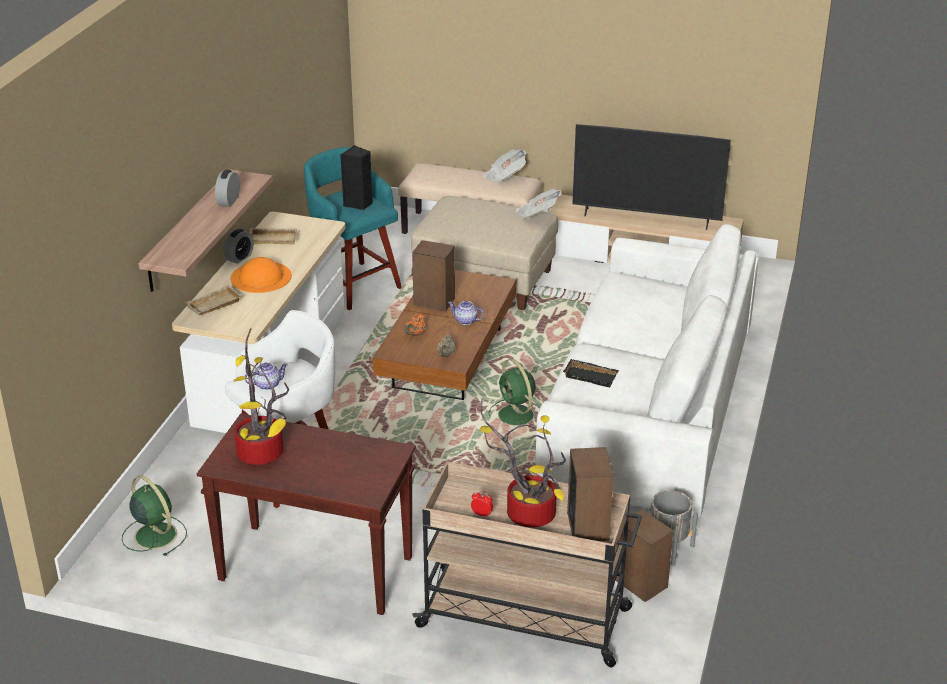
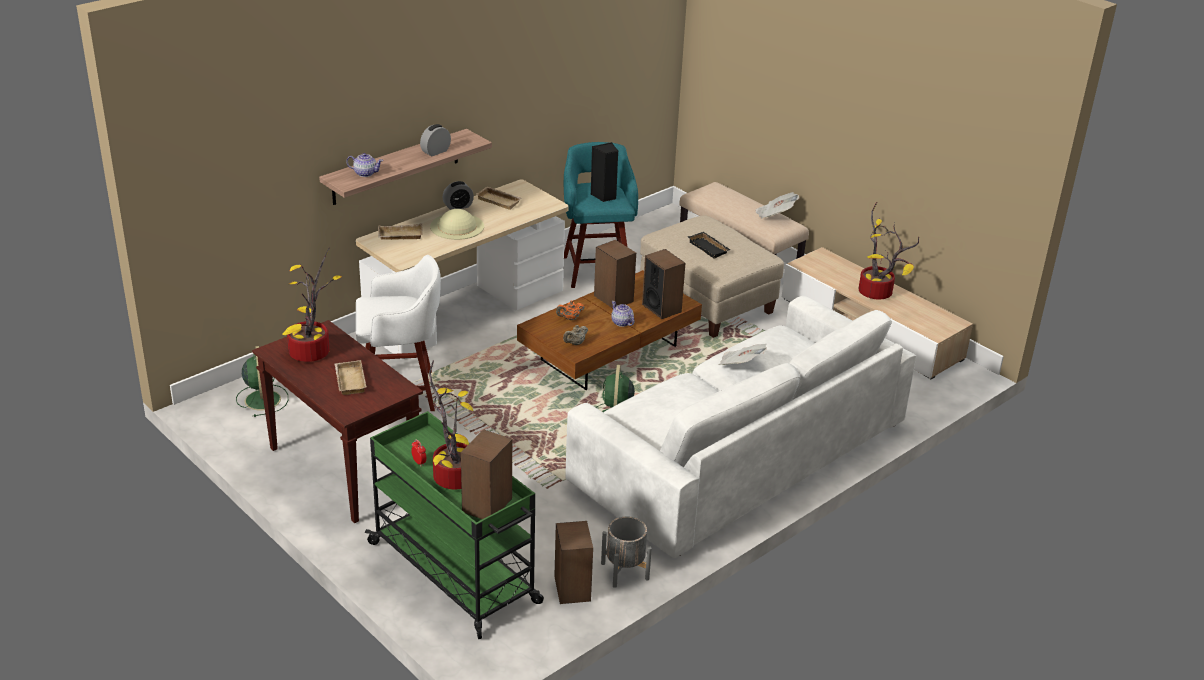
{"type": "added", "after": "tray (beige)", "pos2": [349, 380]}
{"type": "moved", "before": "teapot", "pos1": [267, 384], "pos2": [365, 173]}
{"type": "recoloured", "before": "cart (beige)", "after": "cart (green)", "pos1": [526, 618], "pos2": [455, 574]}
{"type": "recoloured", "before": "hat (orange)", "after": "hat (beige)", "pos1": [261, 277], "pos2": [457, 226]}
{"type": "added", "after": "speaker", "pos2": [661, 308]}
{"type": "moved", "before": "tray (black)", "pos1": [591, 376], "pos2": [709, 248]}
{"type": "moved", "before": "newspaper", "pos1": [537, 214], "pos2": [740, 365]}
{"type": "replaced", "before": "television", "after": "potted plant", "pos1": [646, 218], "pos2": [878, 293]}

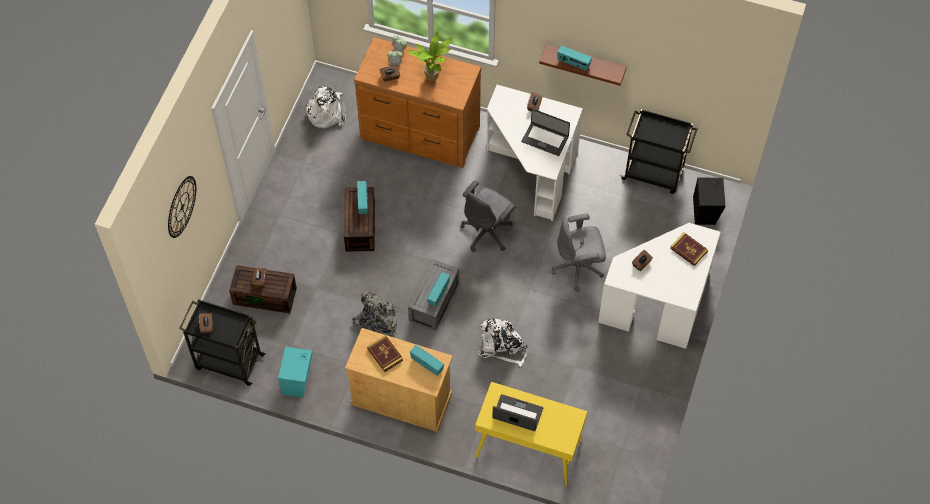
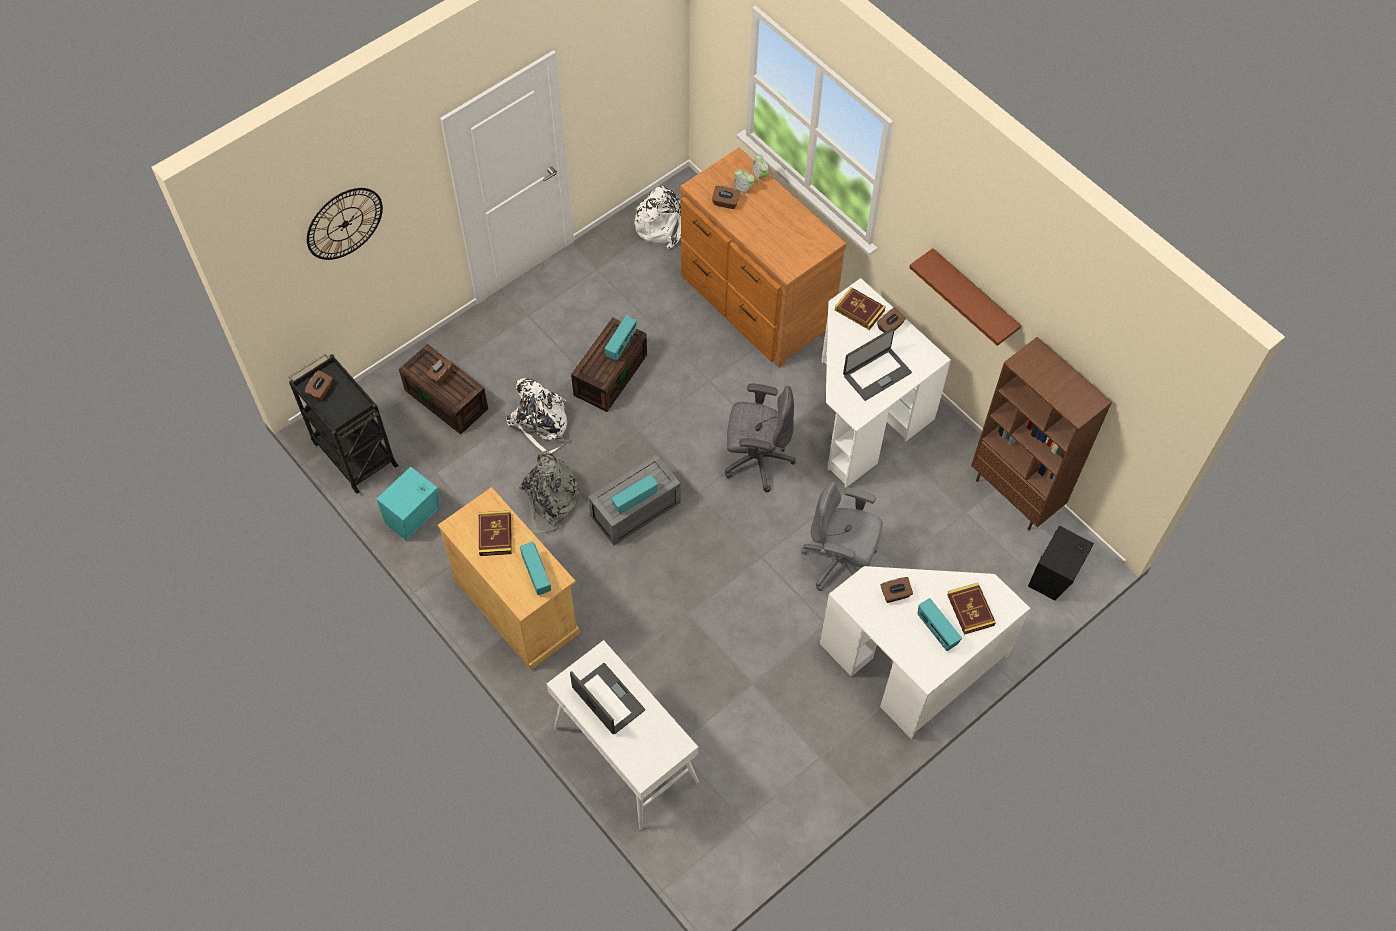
{"type": "moved", "before": "backpack (white)", "pos1": [502, 346], "pos2": [541, 424]}
{"type": "recoloured", "before": "console table (yellow)", "after": "console table (white)", "pos1": [528, 449], "pos2": [624, 754]}
{"type": "turned", "before": "office chair (grey)", "pos1": [487, 232], "pos2": [756, 459], "turn": -150}
{"type": "added", "after": "book", "pos2": [859, 310]}
{"type": "turned", "before": "laptop", "pos1": [545, 139], "pos2": [876, 373], "turn": -90}
{"type": "moved", "before": "radio", "pos1": [573, 63], "pos2": [936, 631]}
{"type": "replaced", "before": "cart (black)", "after": "bookcase (brown)", "pos1": [654, 173], "pos2": [1015, 495]}
{"type": "removed", "before": "potted plant", "pos1": [433, 79]}

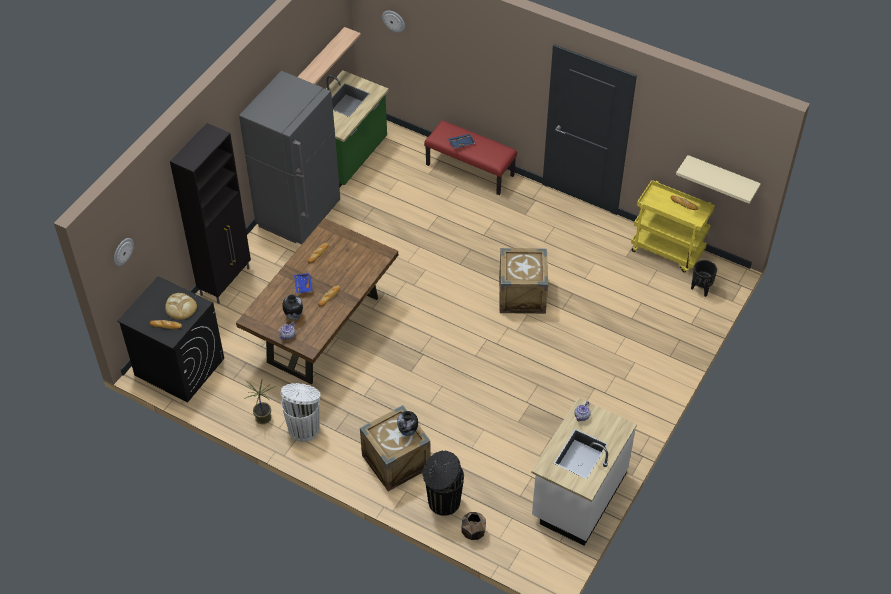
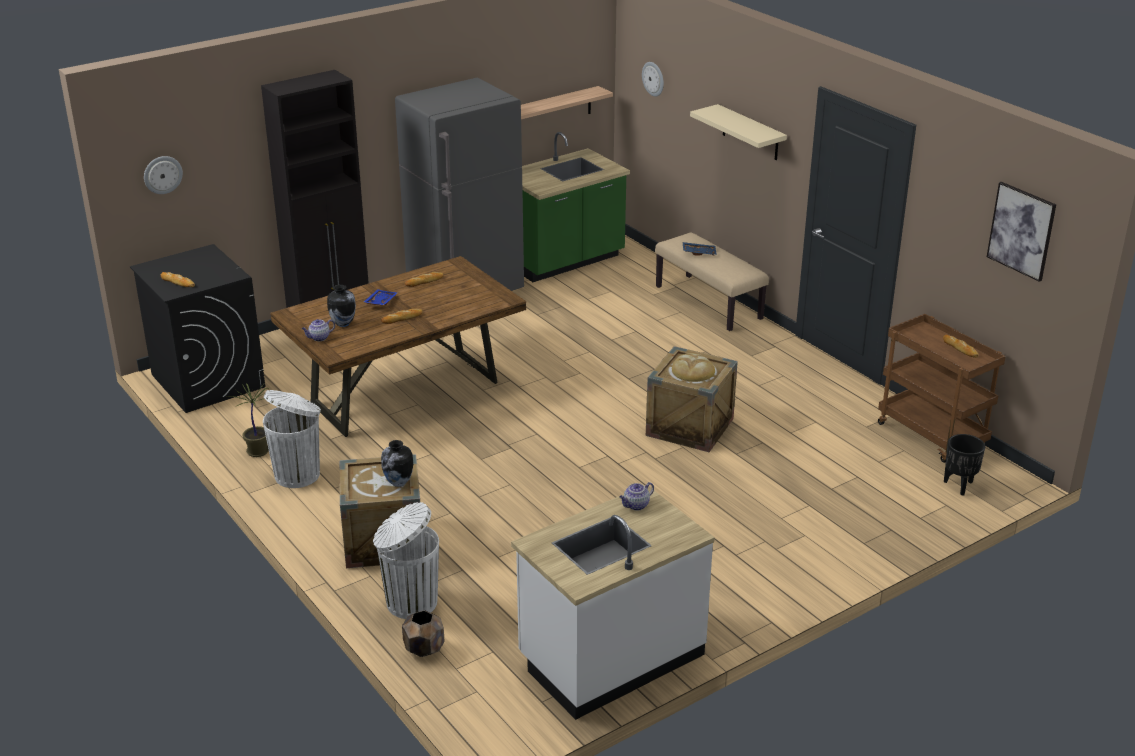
{"type": "recoloured", "before": "trash can (black)", "after": "trash can (white)", "pos1": [443, 502], "pos2": [410, 602]}
{"type": "recoloured", "before": "bench (red)", "after": "bench (beige)", "pos1": [470, 170], "pos2": [709, 302]}
{"type": "moved", "before": "bread", "pos1": [180, 307], "pos2": [693, 370]}
{"type": "moved", "before": "shelf (beige)", "pos1": [722, 176], "pos2": [750, 133]}
{"type": "recoloured", "before": "cart (yellow)", "after": "cart (brown)", "pos1": [668, 251], "pos2": [932, 436]}
{"type": "added", "after": "picture", "pos2": [1021, 231]}

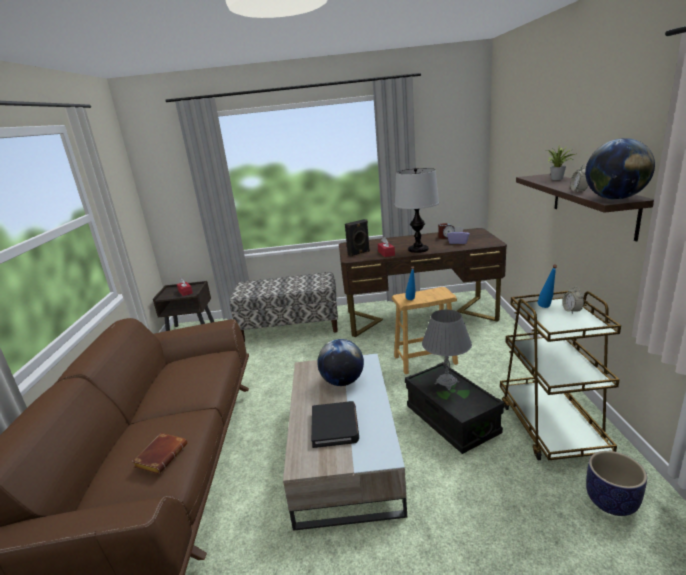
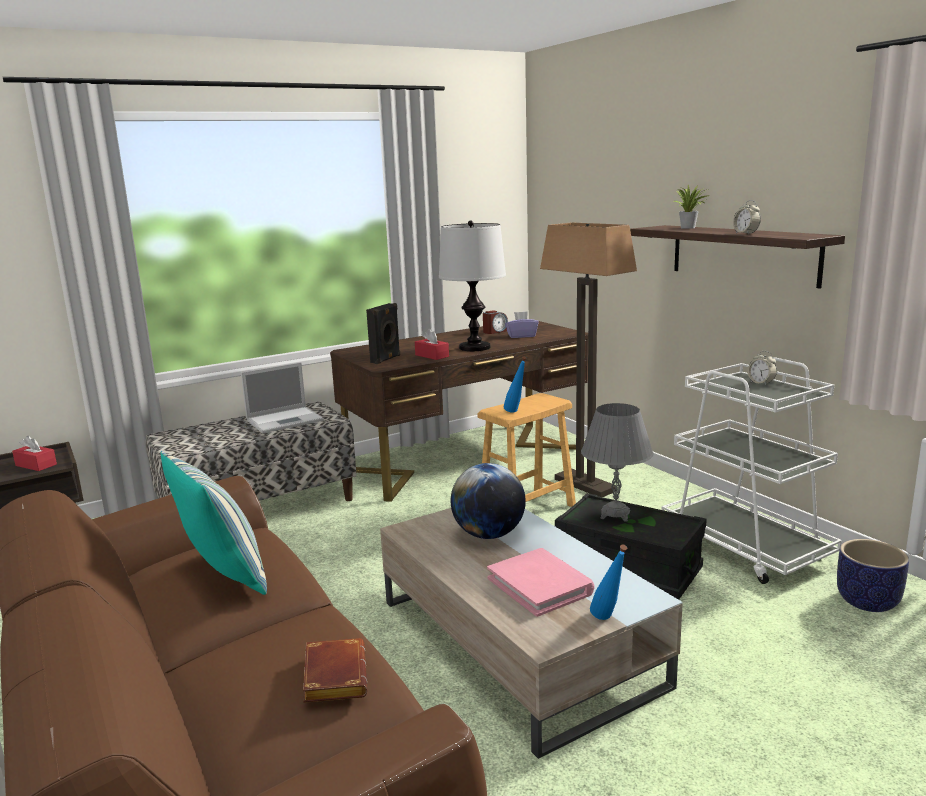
{"type": "added", "after": "pillow", "pos2": [224, 574]}
{"type": "added", "after": "laptop", "pos2": [286, 420]}
{"type": "recoloured", "before": "book (black)", "after": "book (pink)", "pos1": [335, 426], "pos2": [540, 585]}
{"type": "added", "after": "floor lamp", "pos2": [586, 485]}
{"type": "moved", "before": "bottle (blue)", "pos1": [546, 308], "pos2": [608, 620]}
{"type": "recoloured", "before": "cart (brown)", "after": "cart (white)", "pos1": [550, 426], "pos2": [745, 547]}
{"type": "removed", "before": "globe", "pos1": [615, 199]}

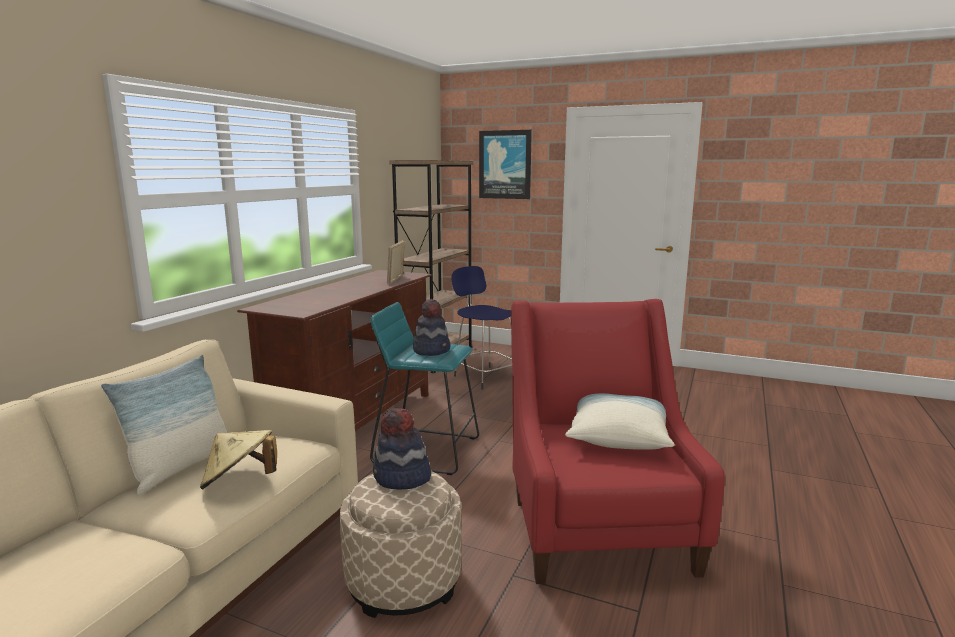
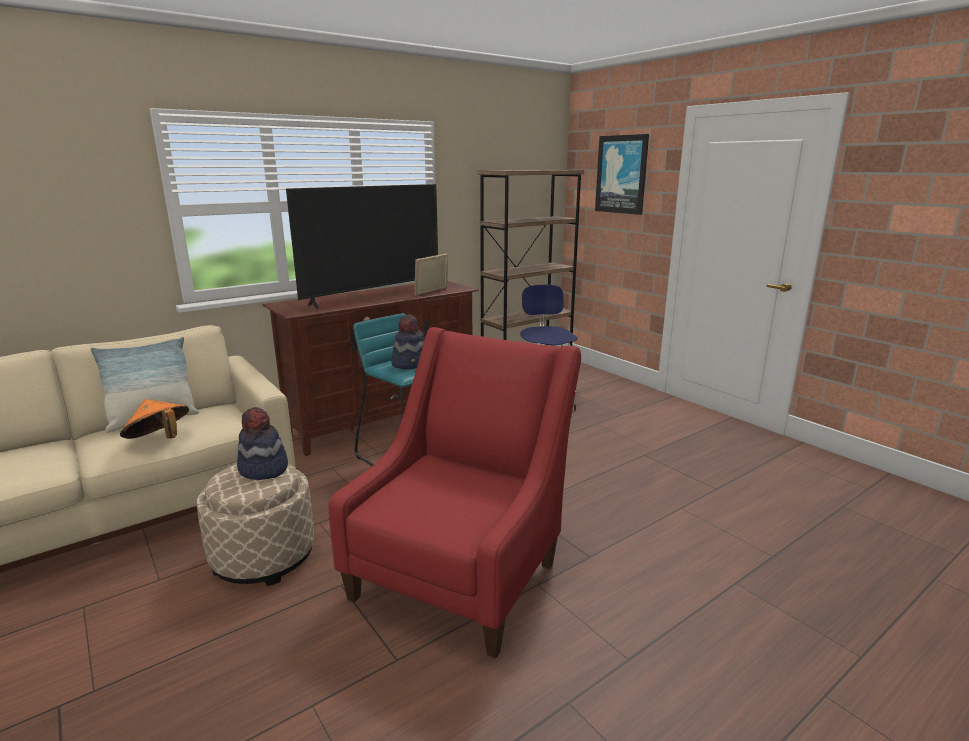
{"type": "recoloured", "before": "hat (beige)", "after": "hat (orange)", "pos1": [240, 482], "pos2": [159, 440]}
{"type": "added", "after": "television", "pos2": [374, 296]}
{"type": "removed", "before": "pillow", "pos1": [617, 436]}

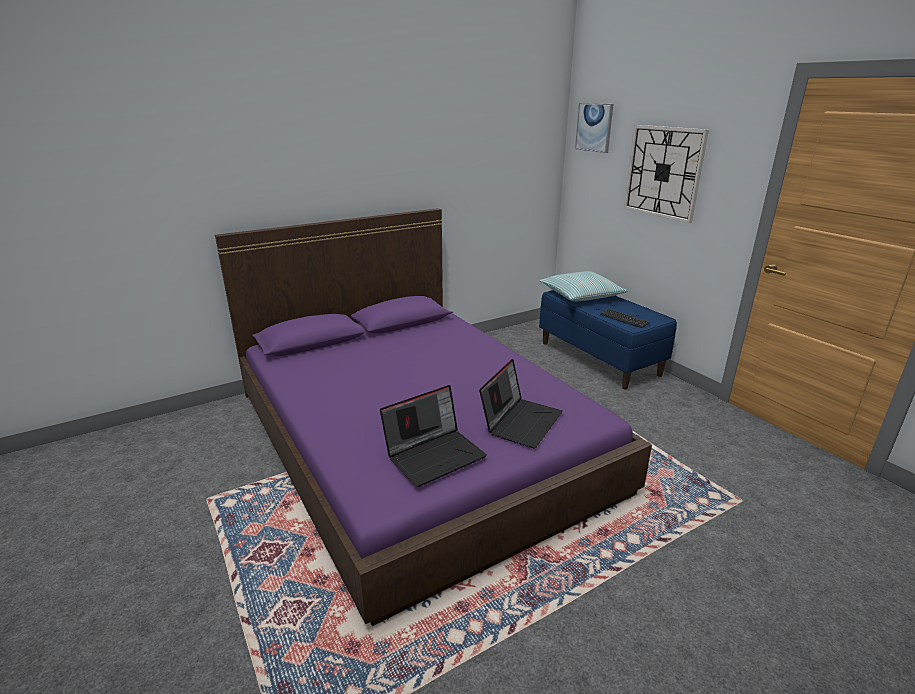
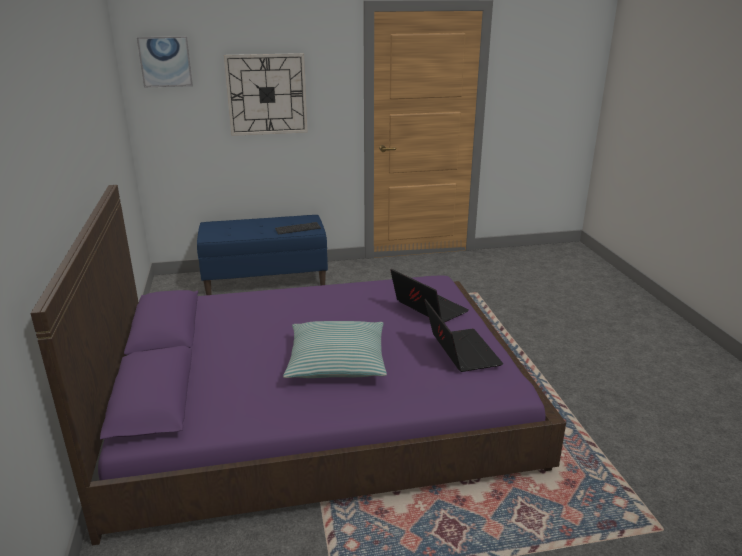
{"type": "moved", "before": "pillow", "pos1": [581, 295], "pos2": [337, 361]}

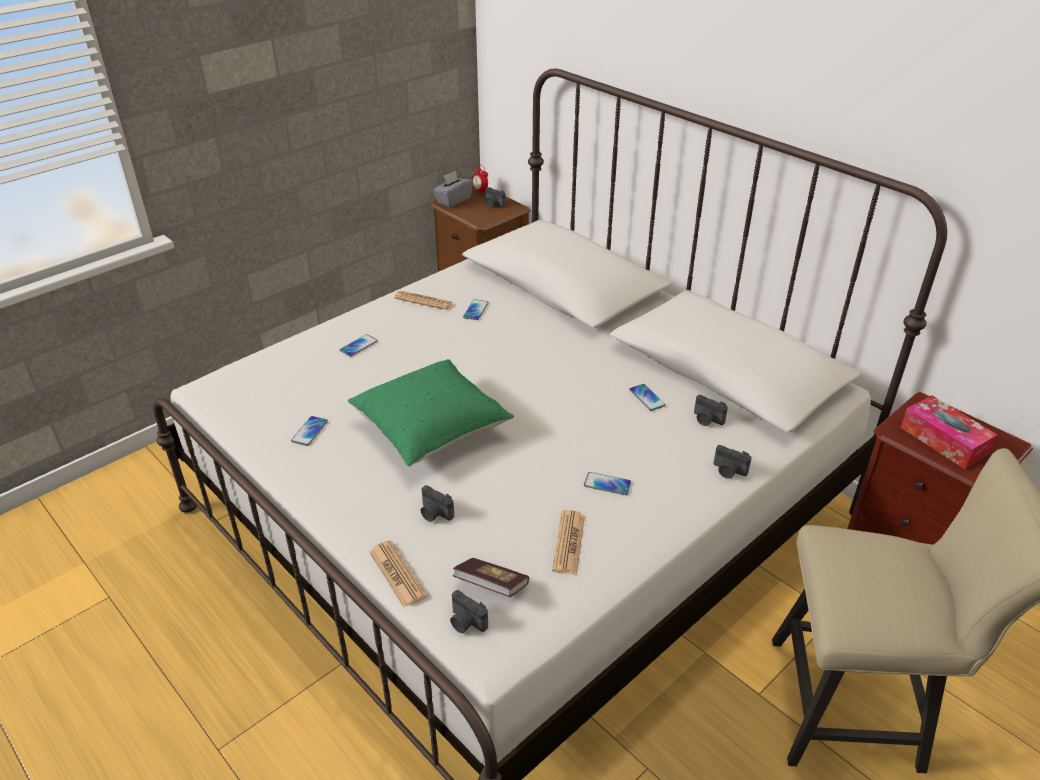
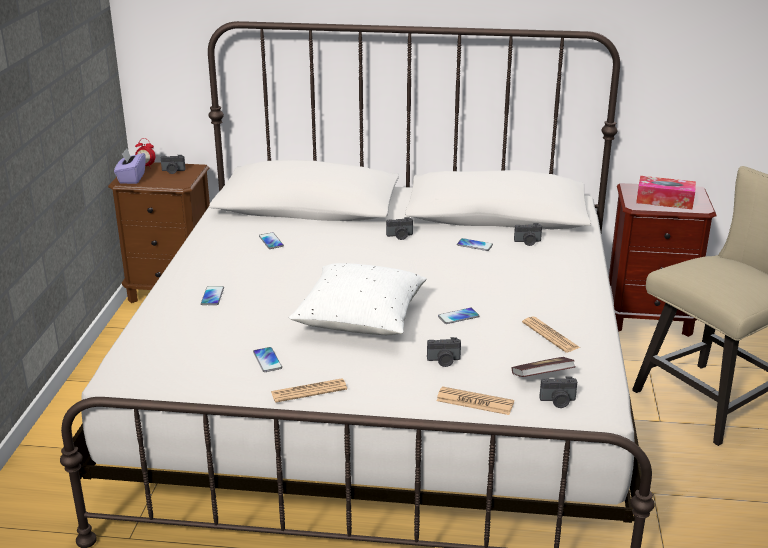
{"type": "recoloured", "before": "tissue box (grey)", "after": "tissue box (purple)", "pos1": [453, 200], "pos2": [131, 178]}
{"type": "moved", "before": "newspaper", "pos1": [423, 301], "pos2": [309, 391]}
{"type": "recoloured", "before": "pillow (green)", "after": "pillow (white)", "pos1": [431, 429], "pos2": [360, 319]}
{"type": "moved", "before": "photo camera", "pos1": [728, 471], "pos2": [400, 236]}
{"type": "moved", "before": "phone", "pos1": [607, 484], "pos2": [458, 316]}

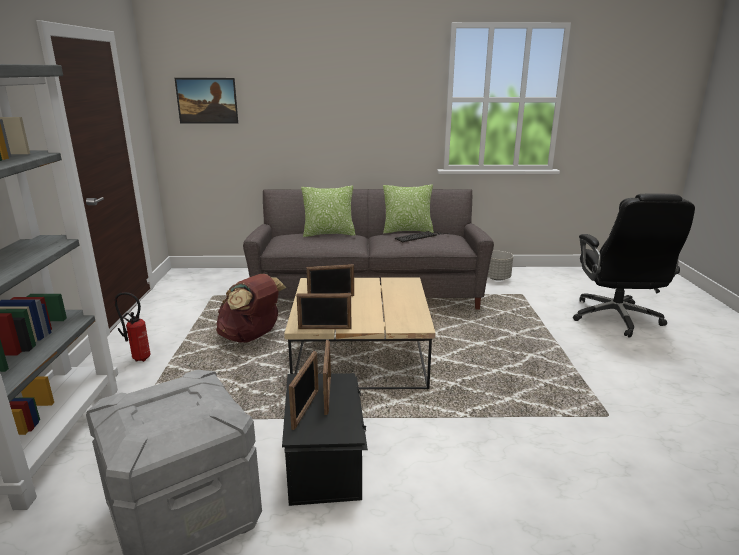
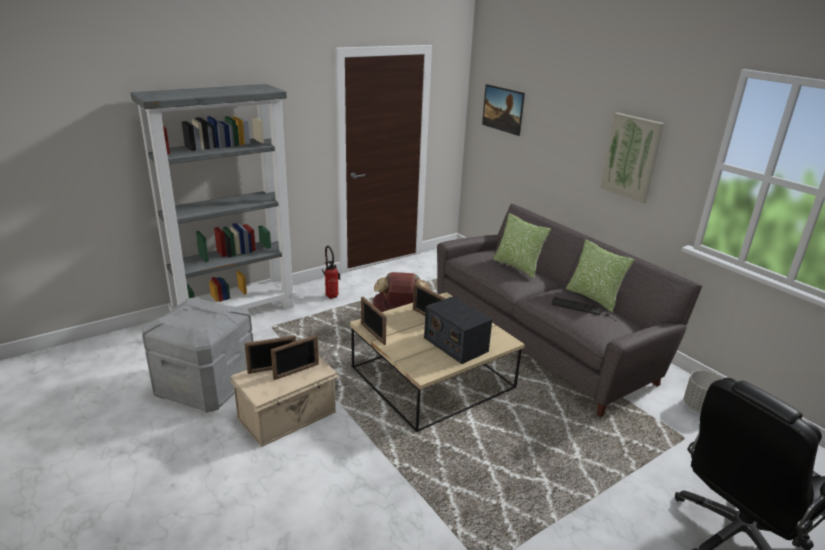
{"type": "recoloured", "before": "storage box (black)", "after": "storage box (beige)", "pos1": [326, 460], "pos2": [288, 416]}
{"type": "added", "after": "radio", "pos2": [455, 344]}
{"type": "added", "after": "picture", "pos2": [632, 157]}

